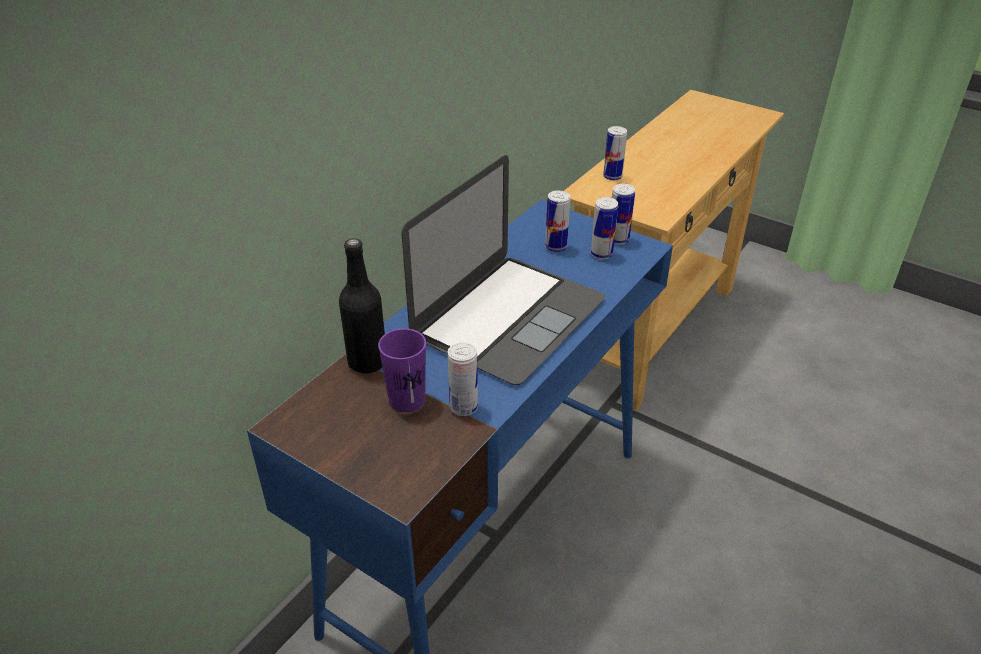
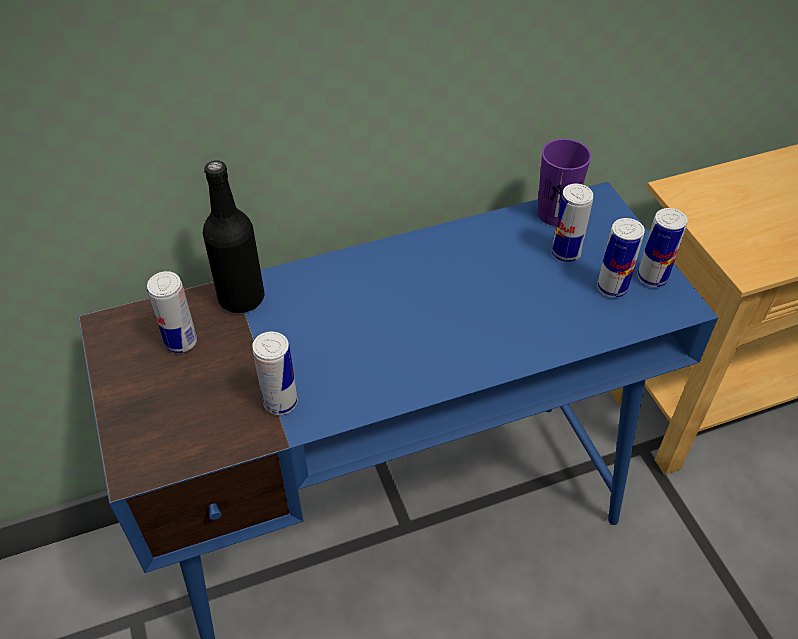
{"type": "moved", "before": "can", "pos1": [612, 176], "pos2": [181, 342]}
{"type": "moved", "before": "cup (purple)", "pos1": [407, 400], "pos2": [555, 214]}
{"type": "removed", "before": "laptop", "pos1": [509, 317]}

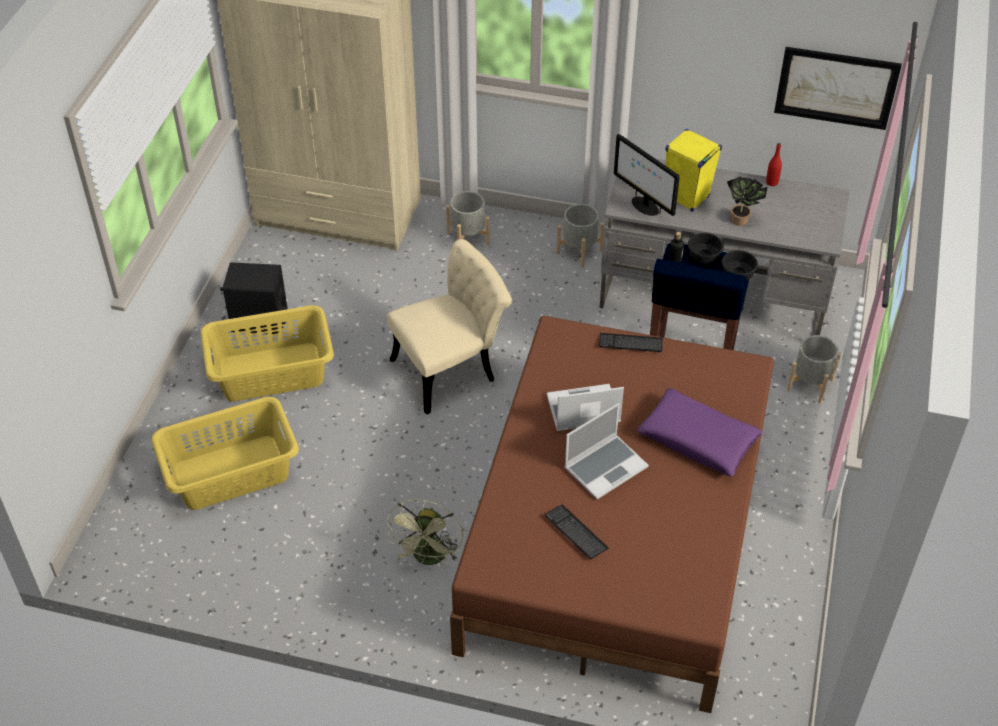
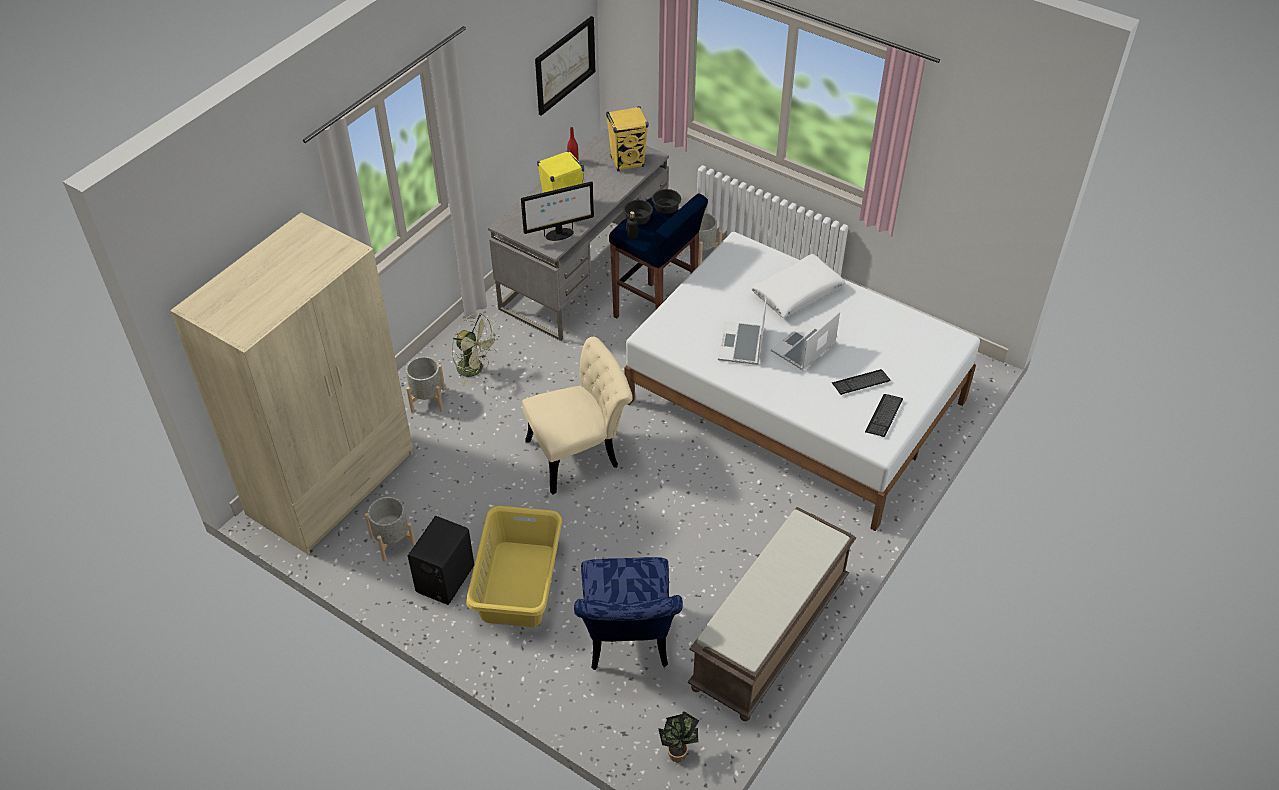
{"type": "moved", "before": "planter (grey)", "pos1": [579, 251], "pos2": [393, 542]}
{"type": "moved", "before": "fan (green)", "pos1": [429, 558], "pos2": [475, 369]}
{"type": "turned", "before": "chair (beige)", "pos1": [452, 369], "pos2": [580, 453], "turn": 75}
{"type": "replaced", "before": "laundry basket (yellow)", "after": "chair (blue)", "pos1": [230, 472], "pos2": [627, 642]}
{"type": "added", "after": "speaker (yellow)", "pos2": [627, 162]}
{"type": "recoloured", "before": "bed (brown)", "after": "bed (white)", "pos1": [615, 532], "pos2": [795, 402]}
{"type": "moved", "before": "potted plant", "pos1": [742, 220], "pos2": [678, 751]}
{"type": "added", "after": "bench (brown)", "pos2": [770, 635]}
{"type": "recoloured", "before": "pillow (purple)", "after": "pillow (white)", "pos1": [698, 439], "pos2": [796, 292]}
{"type": "turned", "before": "laptop", "pos1": [606, 467], "pos2": [803, 348], "turn": -120}
{"type": "moved", "before": "keyboard", "pos1": [630, 343], "pos2": [883, 416]}

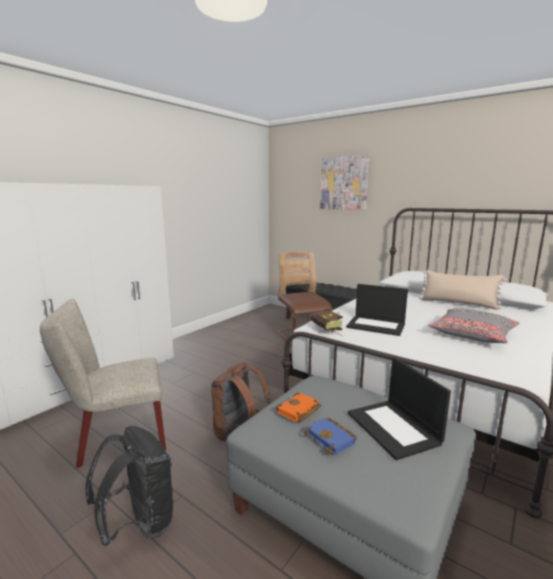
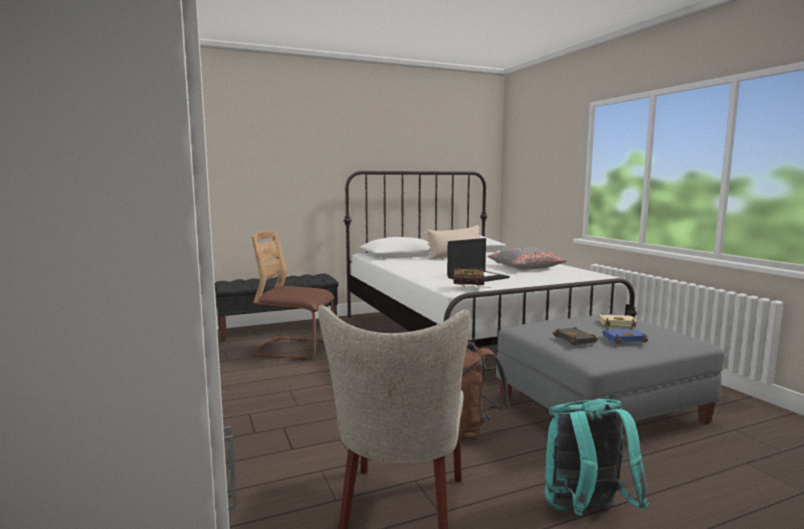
{"type": "recoloured", "before": "backpack (black)", "after": "backpack (turquoise)", "pos1": [139, 524], "pos2": [585, 513]}
{"type": "recoloured", "before": "book (orange)", "after": "book (black)", "pos1": [298, 411], "pos2": [576, 340]}
{"type": "replaced", "before": "laptop", "after": "book (beige)", "pos1": [394, 428], "pos2": [617, 323]}
{"type": "removed", "before": "picture", "pos1": [344, 183]}

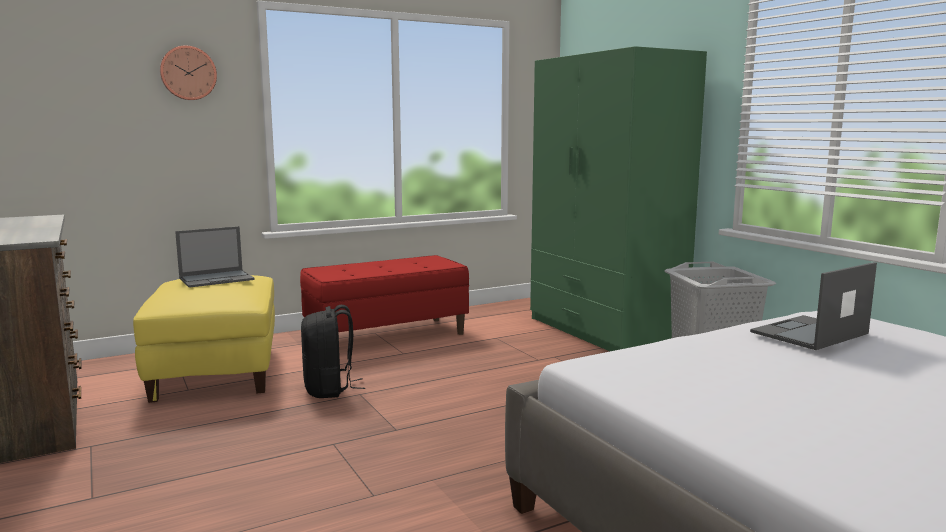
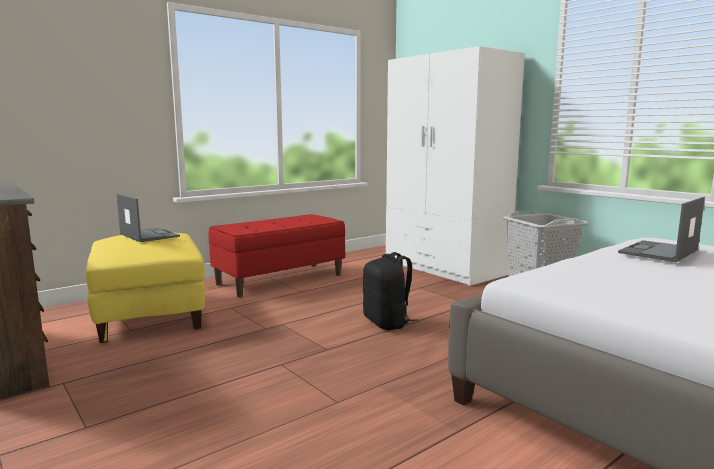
{"type": "turned", "before": "laptop", "pos1": [217, 279], "pos2": [149, 235], "turn": -90}
{"type": "moved", "before": "backpack (black)", "pos1": [330, 389], "pos2": [387, 323]}
{"type": "recoloured", "before": "wardrobe (green)", "after": "wardrobe (white)", "pos1": [603, 331], "pos2": [445, 267]}
{"type": "removed", "before": "wall clock", "pos1": [188, 73]}

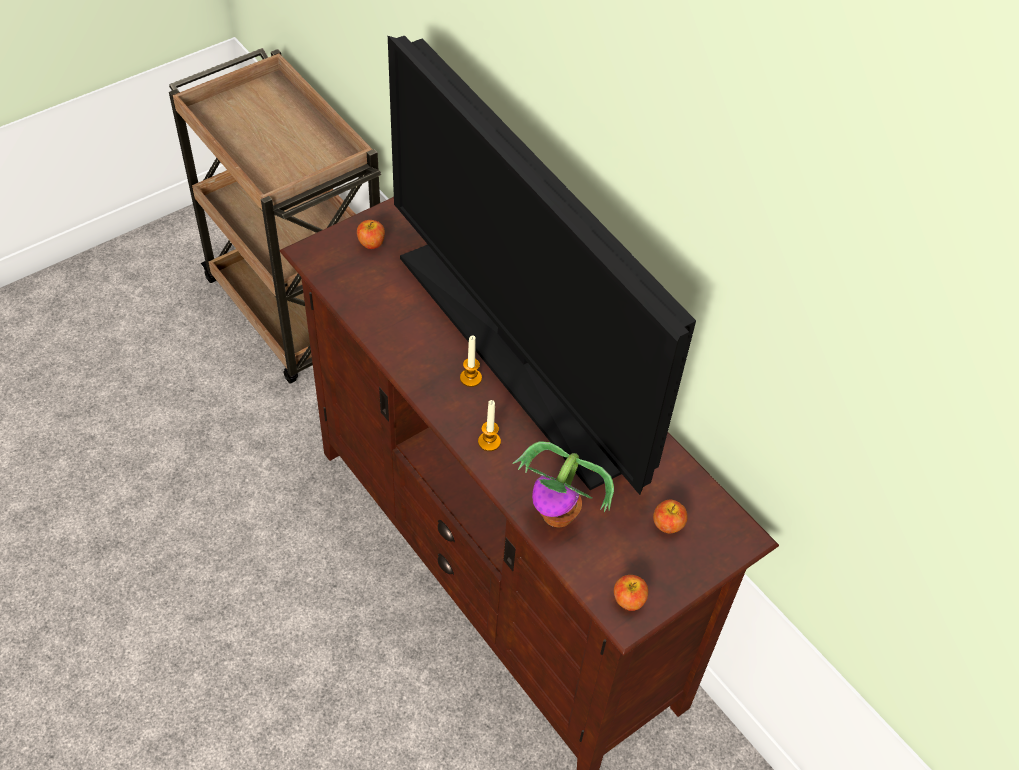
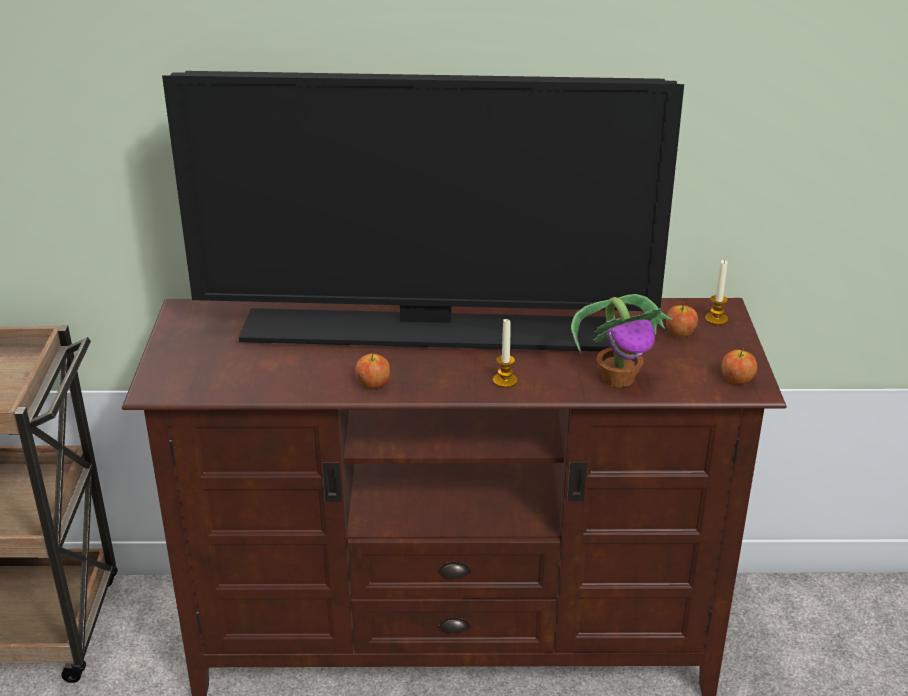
{"type": "moved", "before": "apple", "pos1": [371, 243], "pos2": [373, 384]}
{"type": "moved", "before": "candle", "pos1": [470, 378], "pos2": [716, 319]}

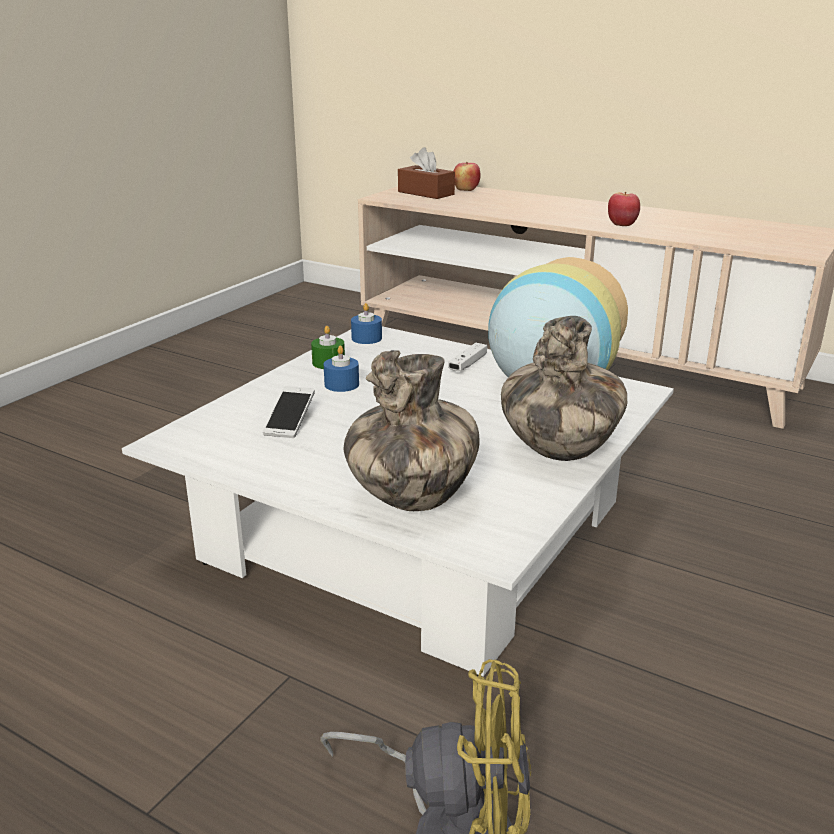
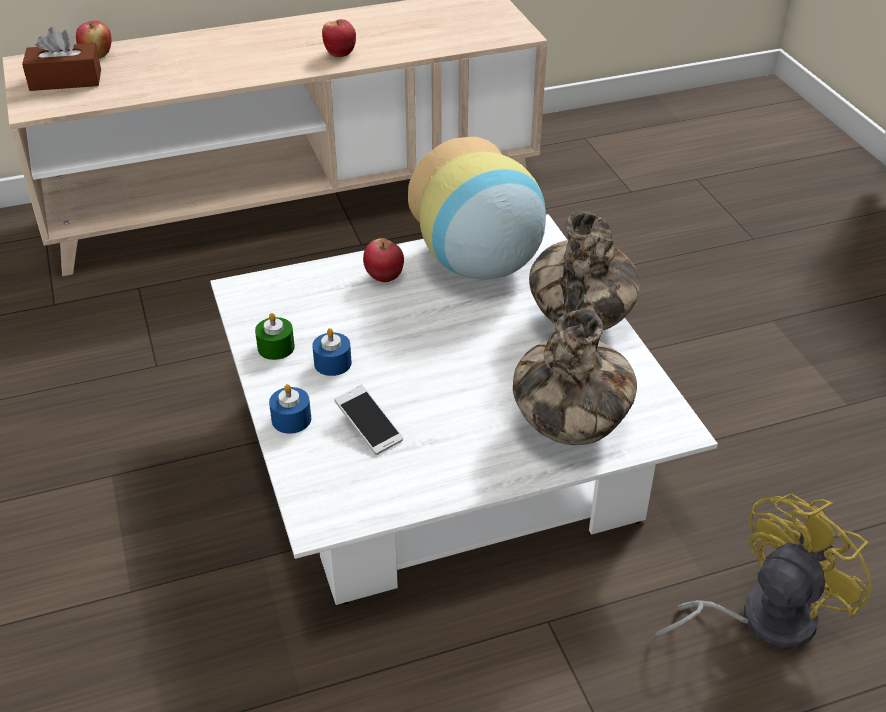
{"type": "moved", "before": "candle (blue)", "pos1": [366, 338], "pos2": [291, 419]}
{"type": "replaced", "before": "game controller (white)", "after": "apple", "pos1": [467, 364], "pos2": [384, 277]}

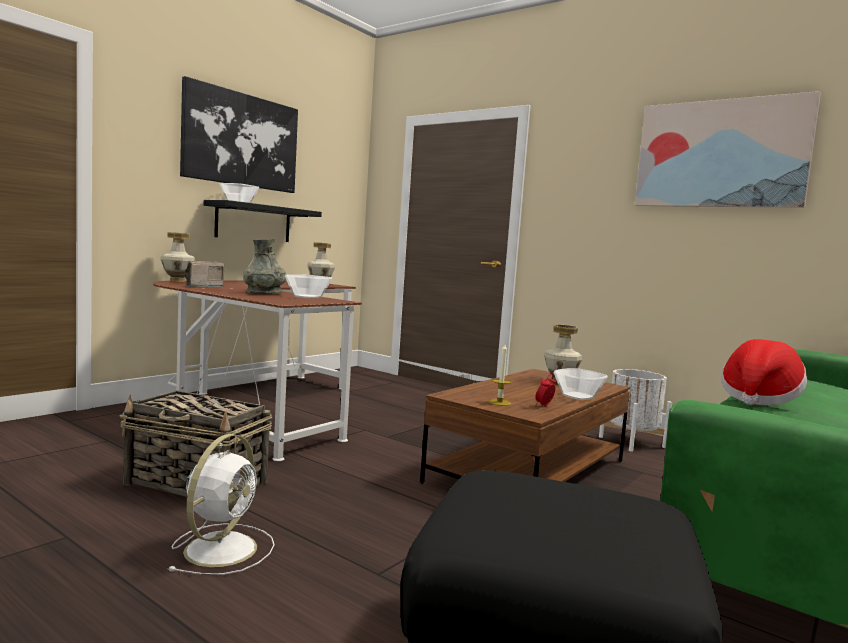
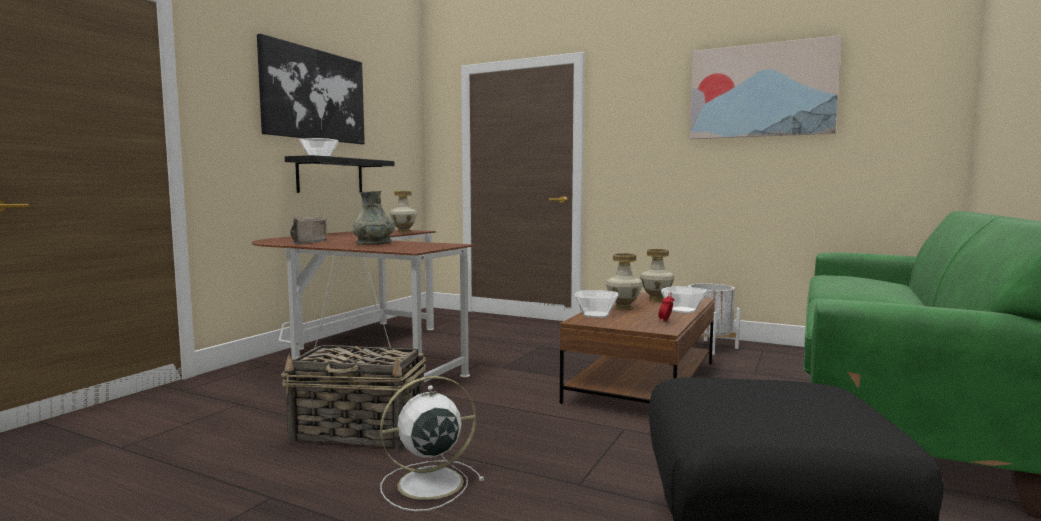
{"type": "turned", "before": "fan (white)", "pos1": [223, 548], "pos2": [427, 484], "turn": -120}
{"type": "moved", "before": "bowl", "pos1": [307, 297], "pos2": [595, 315]}
{"type": "moved", "before": "vase", "pos1": [177, 281], "pos2": [623, 308]}
{"type": "removed", "before": "candle", "pos1": [499, 402]}
{"type": "removed", "before": "hat", "pos1": [758, 399]}

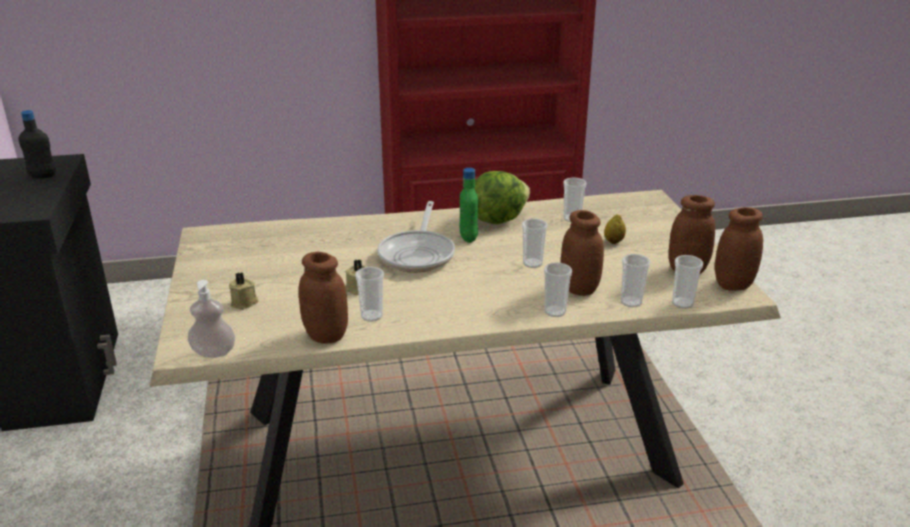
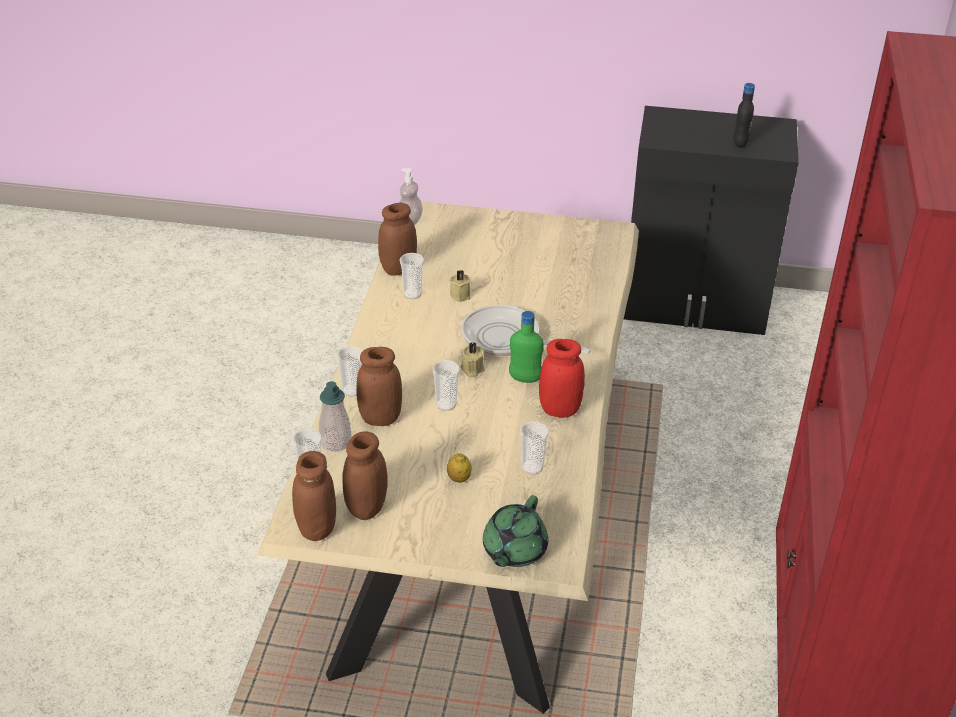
{"type": "replaced", "before": "cup", "after": "soap dispenser", "pos1": [631, 302], "pos2": [335, 442]}
{"type": "moved", "before": "candle (beige)", "pos1": [245, 303], "pos2": [472, 369]}
{"type": "added", "after": "teapot (green)", "pos2": [513, 550]}
{"type": "replaced", "before": "lettuce", "after": "jar (red)", "pos1": [496, 219], "pos2": [559, 410]}

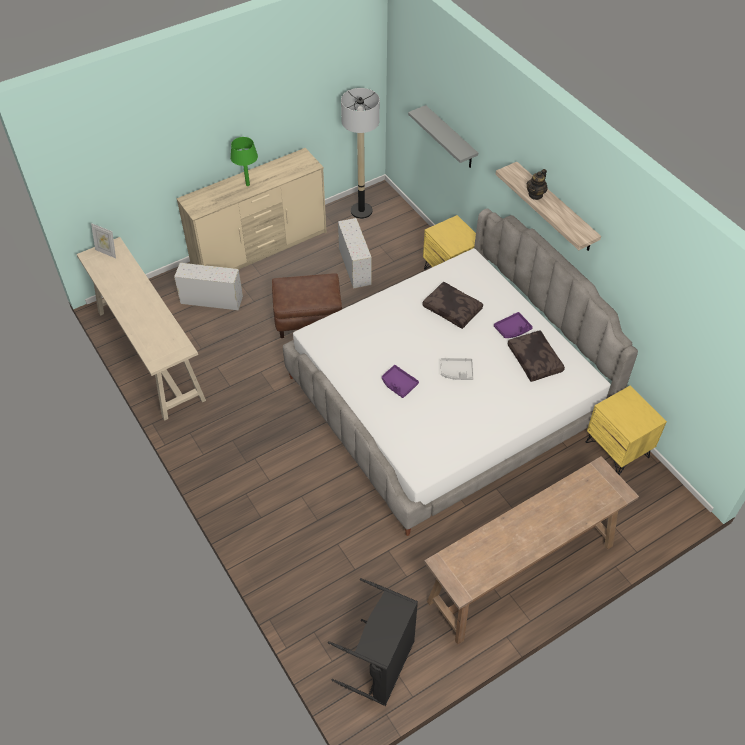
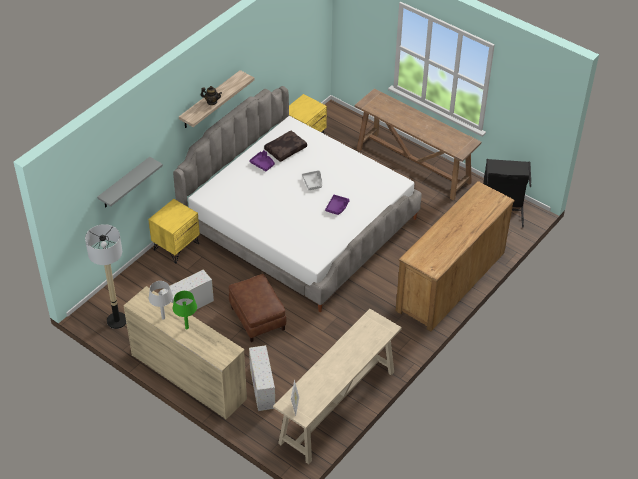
{"type": "added", "after": "table lamp (grey)", "pos2": [163, 318]}
{"type": "added", "after": "dresser (brown)", "pos2": [451, 281]}
{"type": "removed", "before": "pillow (brown)", "pos1": [453, 309]}

